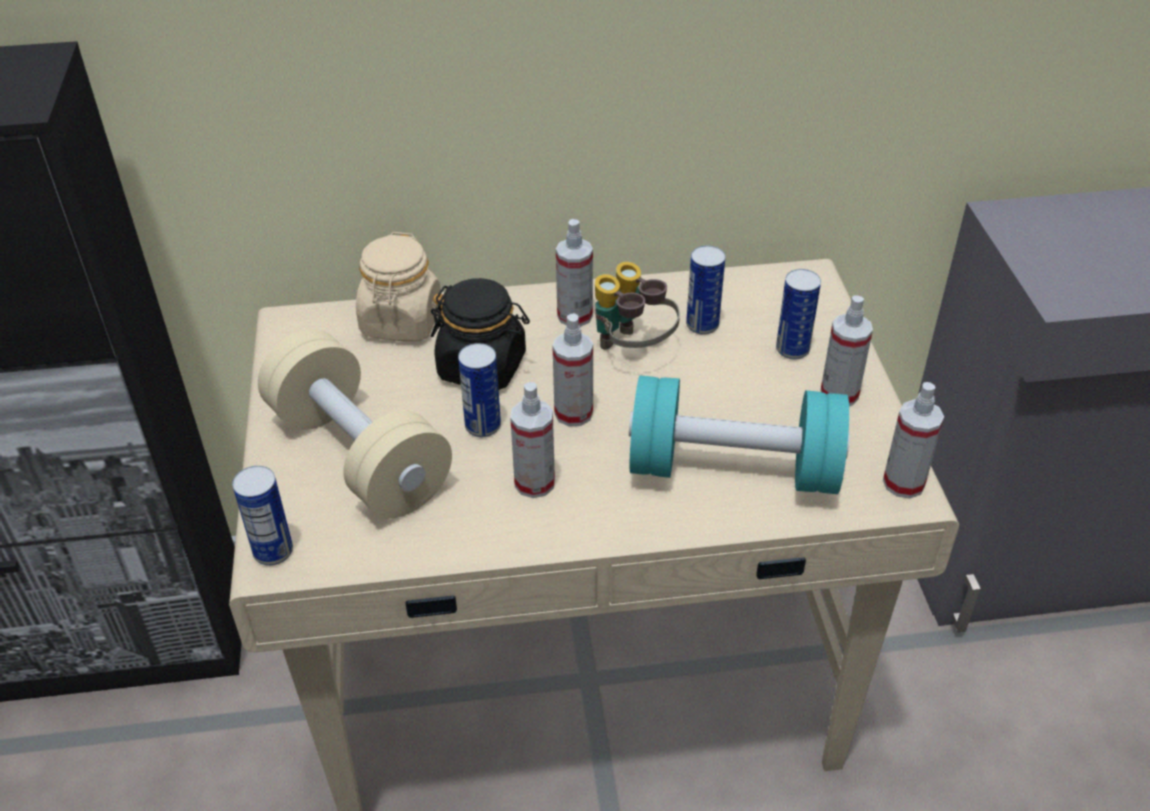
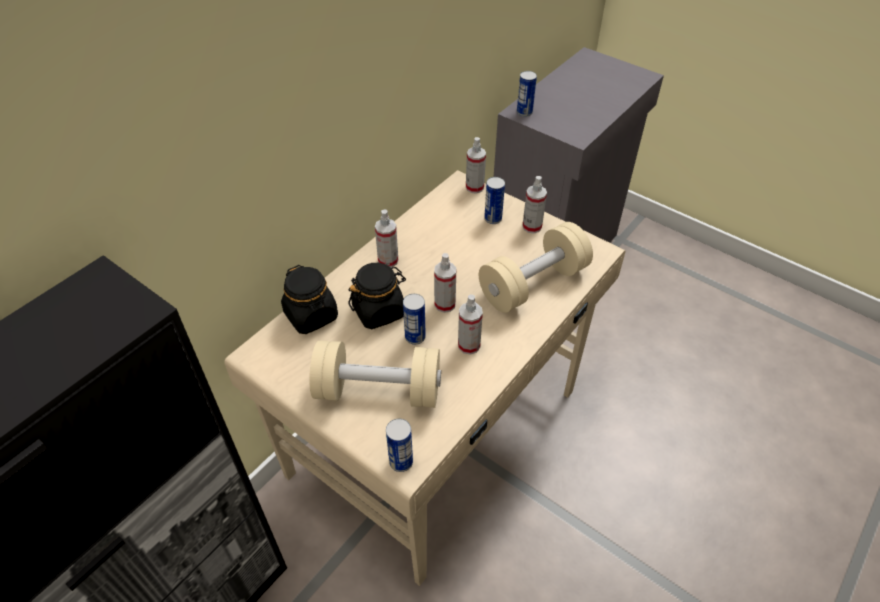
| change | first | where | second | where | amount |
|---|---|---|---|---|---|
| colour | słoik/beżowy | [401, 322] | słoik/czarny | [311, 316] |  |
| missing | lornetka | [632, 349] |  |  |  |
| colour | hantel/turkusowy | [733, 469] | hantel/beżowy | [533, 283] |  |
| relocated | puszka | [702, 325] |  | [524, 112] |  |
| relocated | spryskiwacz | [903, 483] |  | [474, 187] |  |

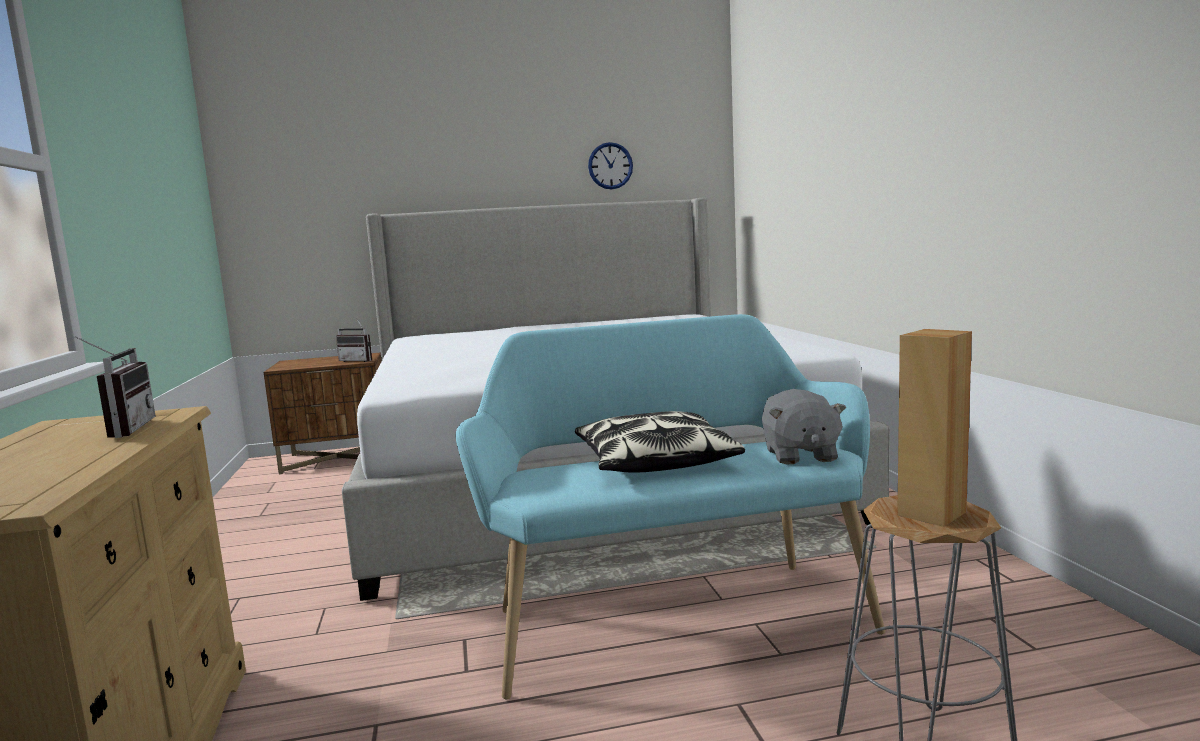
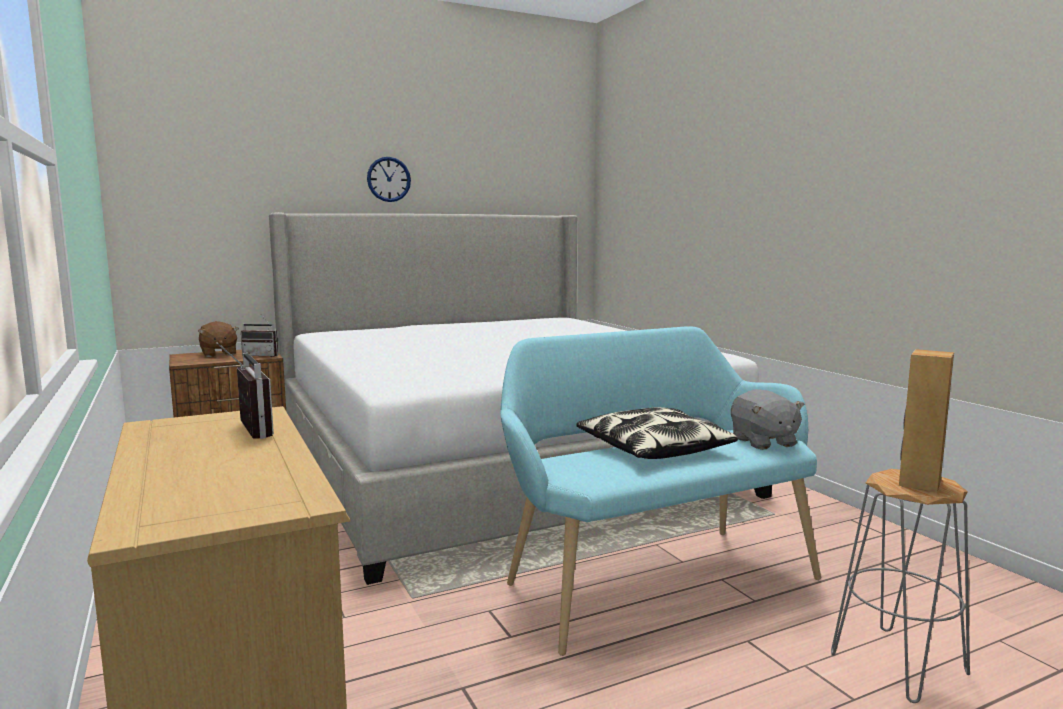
| change | first | where | second | where | amount |
|---|---|---|---|---|---|
| relocated | zegar ścienny | [610, 166] |  | [388, 179] |  |
| appeared |  |  | pluszak/brązowy | [218, 354] |  |

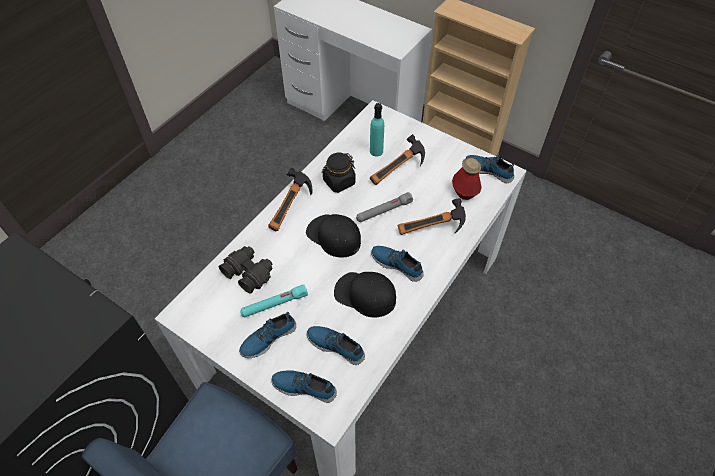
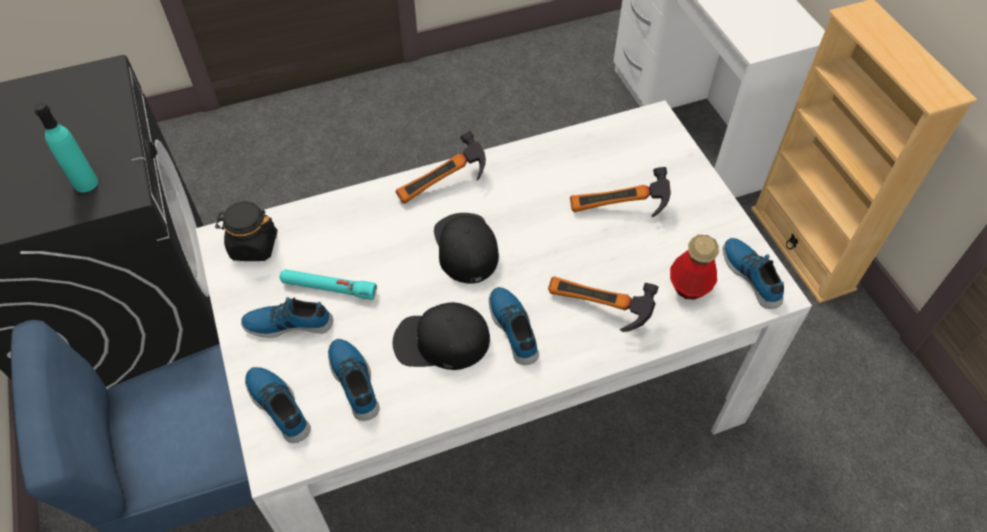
| change | first | where | second | where | amount |
|---|---|---|---|---|---|
| missing | lornetka/czarny | [248, 272] |  |  |  |
| relocated | słoik/czarny | [339, 182] |  | [253, 246] |  |
| spun | czapka z daszkiem/czarny | [365, 295] |  | [441, 341] | 60 degrees counterclockwise |
| missing | latarka/szary | [384, 211] |  |  |  |
| relocated | butelka/turkusowy | [376, 151] |  | [86, 183] |  |

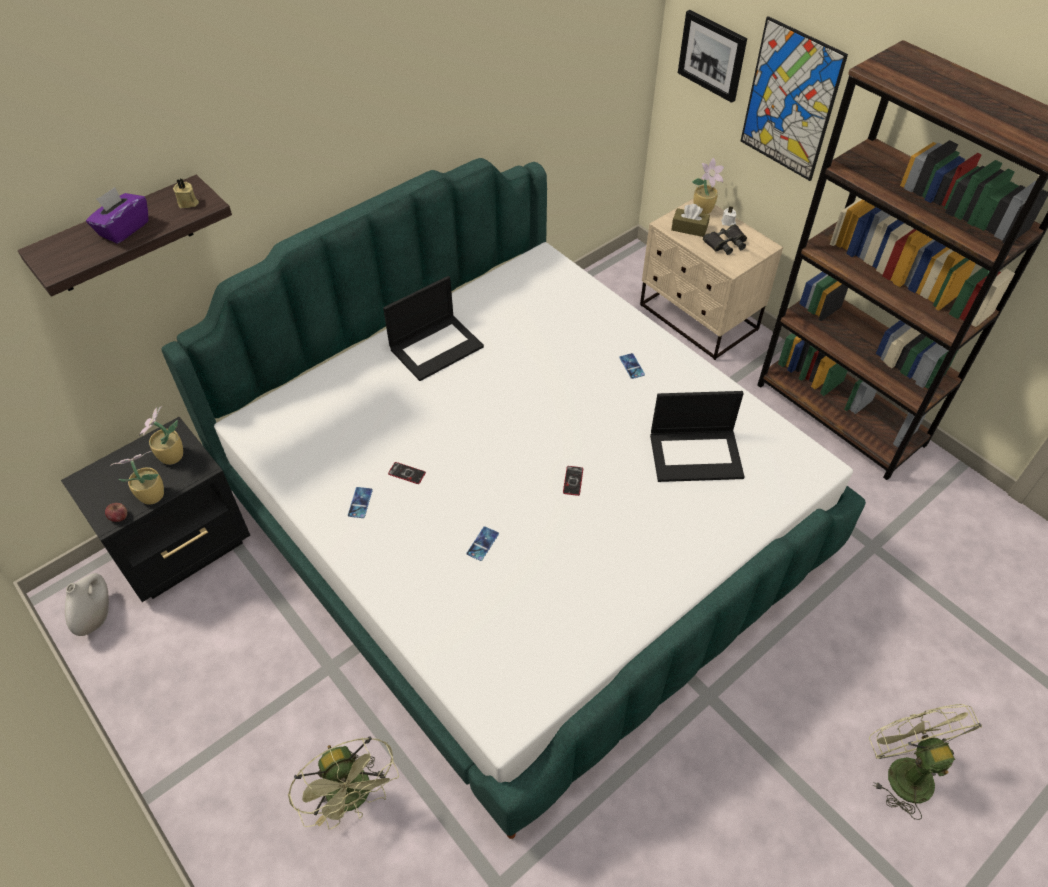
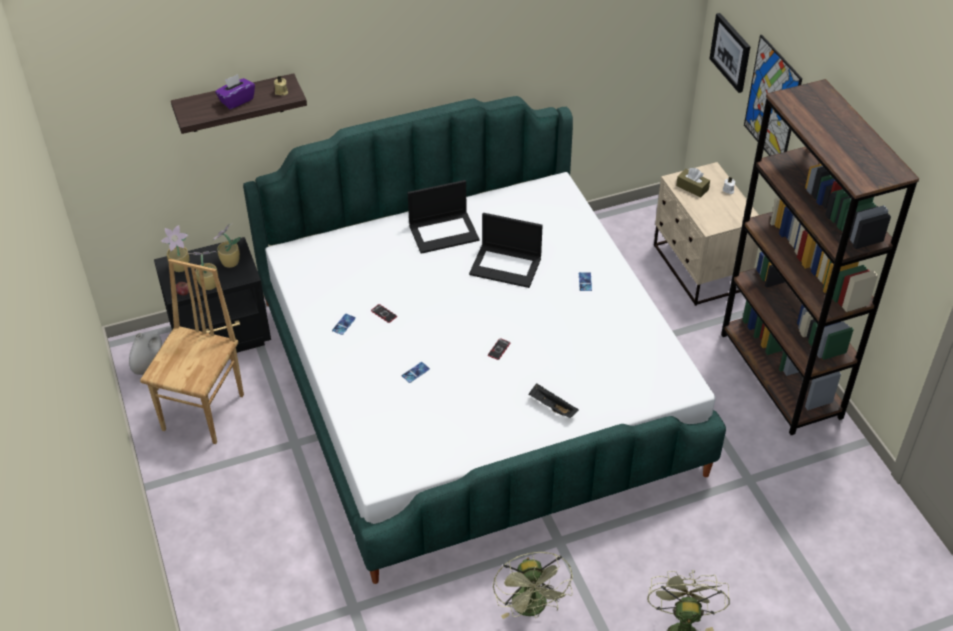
| change | first | where | second | where | amount |
|---|---|---|---|---|---|
| relocated | wentylator/zielony | [354, 797] |  | [532, 608] |  |
| relocated | laptop | [696, 455] |  | [506, 266] |  |
| relocated | roślina doniczkowa | [704, 209] |  | [181, 267] |  |
| missing | lornetka/czarny | [726, 243] |  |  |  |
| appeared |  |  | krzesło/brązowy | [205, 412] |  |
| appeared |  |  | taca/czarny | [551, 407] |  |

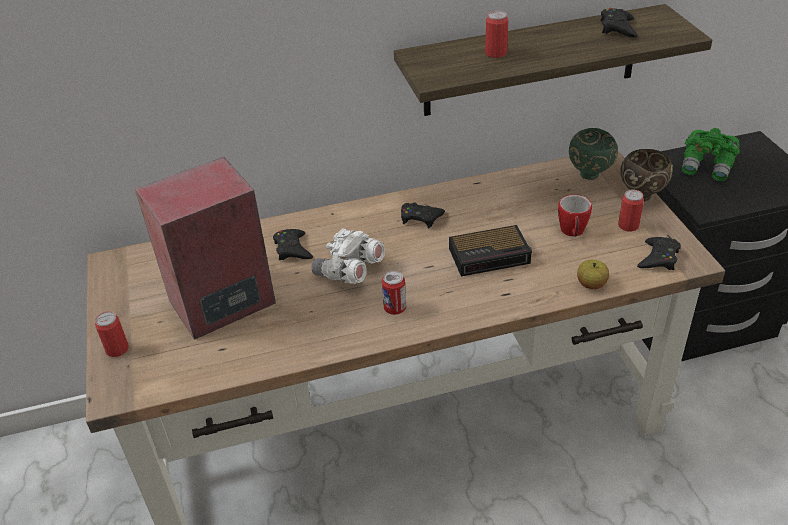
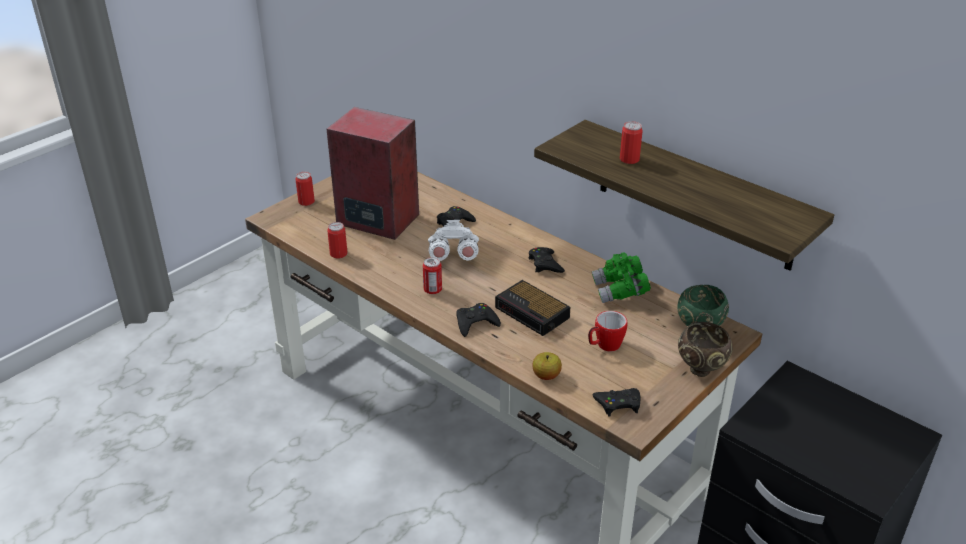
| change | first | where | second | where | amount |
|---|---|---|---|---|---|
| relocated | pad do gier/czarny | [617, 28] |  | [475, 323] |  |
| relocated | puszka | [628, 226] |  | [338, 254] |  |
| relocated | lornetka/zielony | [707, 166] |  | [620, 291] |  |

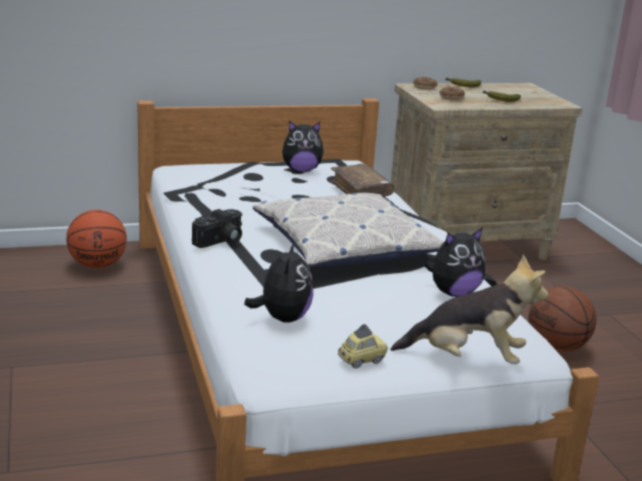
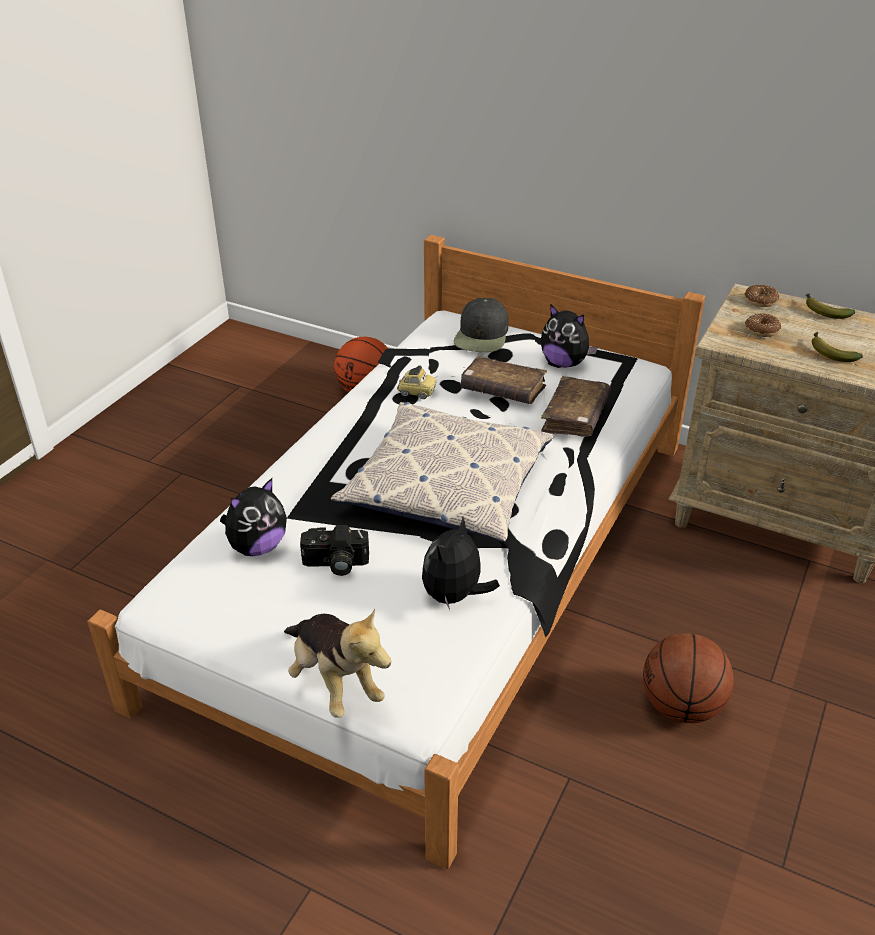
| change | first | where | second | where | amount |
|---|---|---|---|---|---|
| relocated | aparat fotograficzny | [220, 241] |  | [335, 564] |  |
| relocated | samochodzik | [361, 360] |  | [416, 393] |  |
| spun | pluszak | [453, 293] |  | [455, 596] | 105 degrees clockwise |
| appeared |  |  | czapka z daszkiem/czarny | [482, 335] |  |
| appeared |  |  | książka/brązowy | [502, 390] |  |

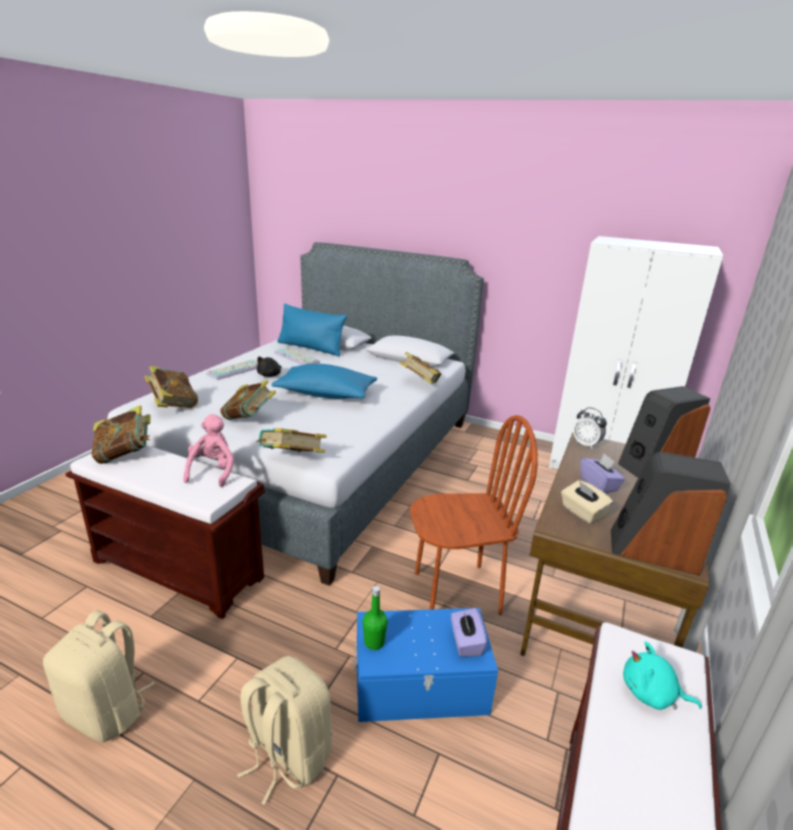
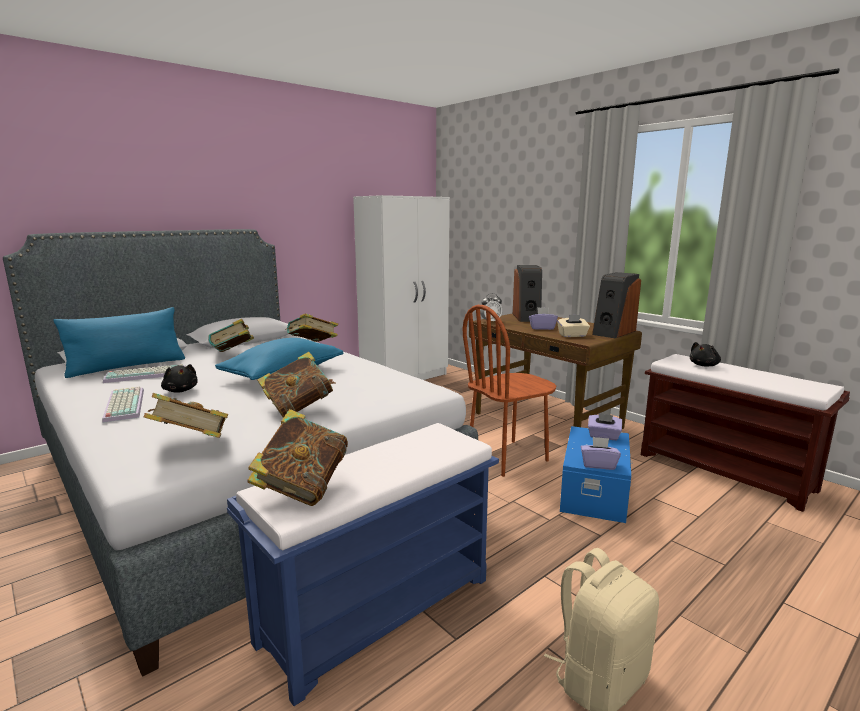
| change | first | where | second | where | amount |
|---|---|---|---|---|---|
| colour | ławka/brązowy | [180, 569] | ławka/niebieski | [379, 608] |  |
| missing | pluszak/różowy | [213, 471] |  |  |  |
| missing | plecak/beżowy | [287, 755] |  |  |  |
| relocated | książka | [292, 461] |  | [233, 354] |  |
| exchanged | butelka/zielony | [374, 642] | pudełko chusteczek/fioletowy | [598, 464] |  |
| spun | krzesło/brązowy | [456, 592] |  | [507, 457] | 135 degrees counterclockwise |
| colour | pluszak/turkusowy | [651, 694] | pluszak/czarny | [704, 365] |  |

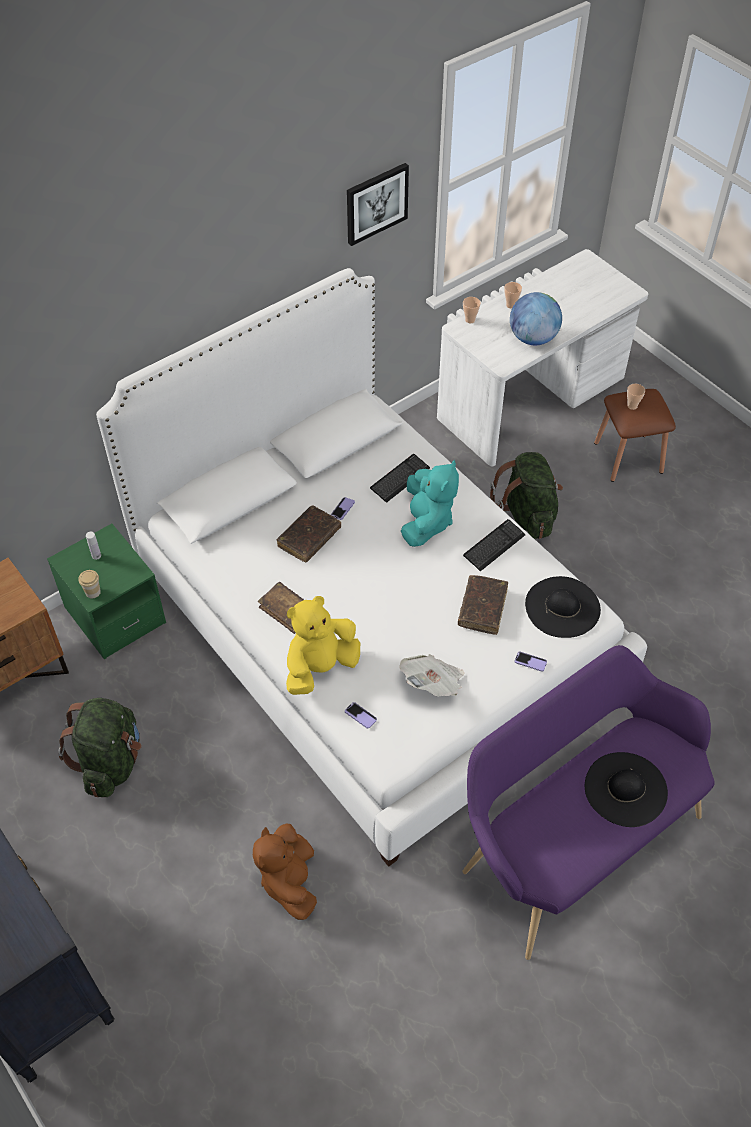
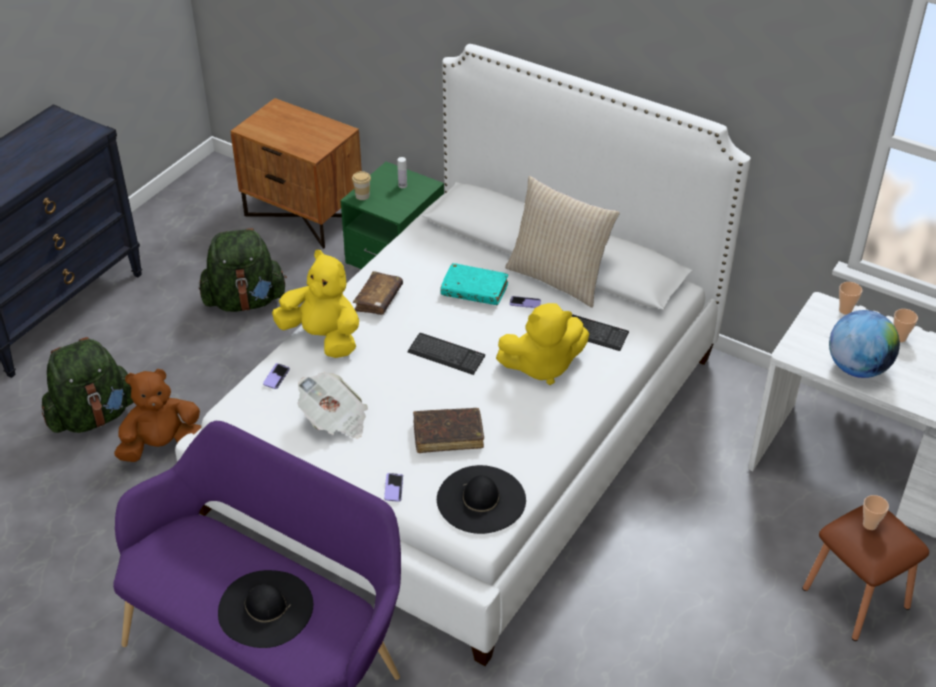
| change | first | where | second | where | amount |
|---|---|---|---|---|---|
| colour | książka/brązowy | [309, 538] | książka/turkusowy | [474, 290] |  |
| missing | obraz | [376, 203] |  |  |  |
| colour | pluszak/turkusowy | [426, 522] | pluszak/żółty | [542, 366] |  |
| relocated | klawiatura | [494, 546] |  | [446, 355] |  |
| relocated | plecak/zielony | [526, 515] |  | [93, 416] |  |
| appeared |  |  | poduszka/beżowy | [558, 278] |  |

